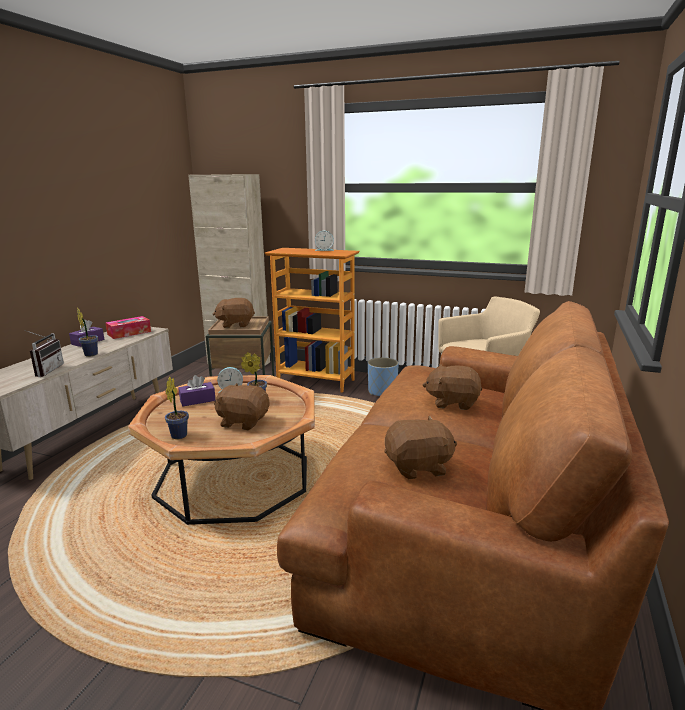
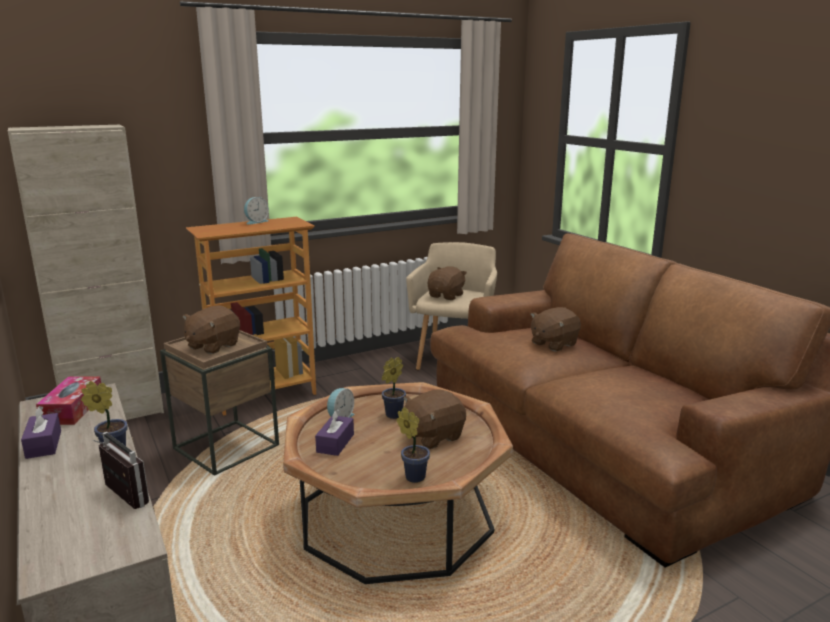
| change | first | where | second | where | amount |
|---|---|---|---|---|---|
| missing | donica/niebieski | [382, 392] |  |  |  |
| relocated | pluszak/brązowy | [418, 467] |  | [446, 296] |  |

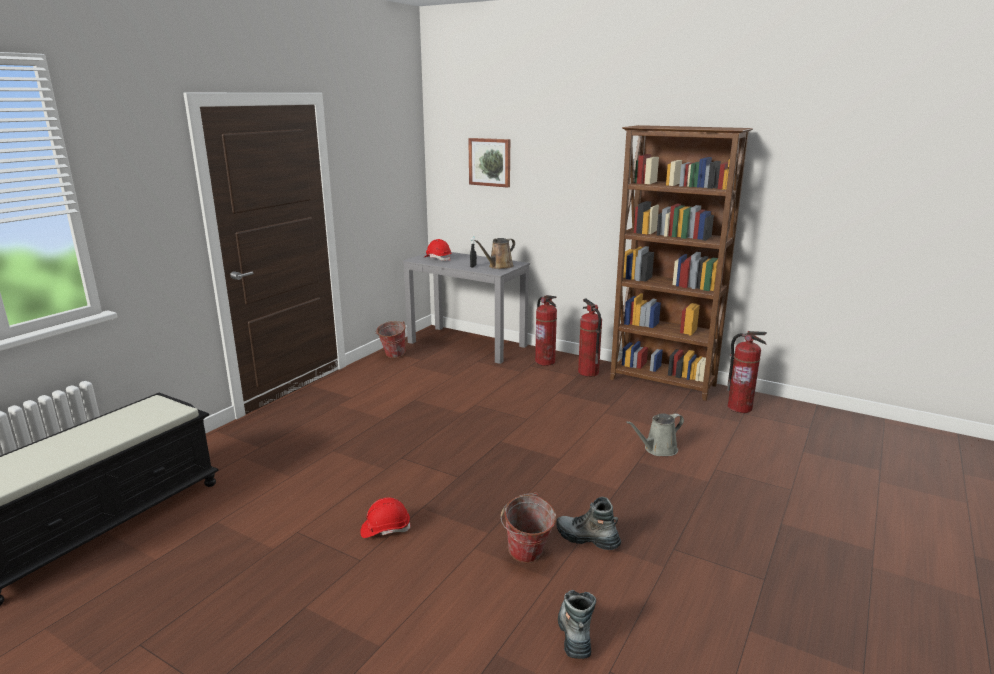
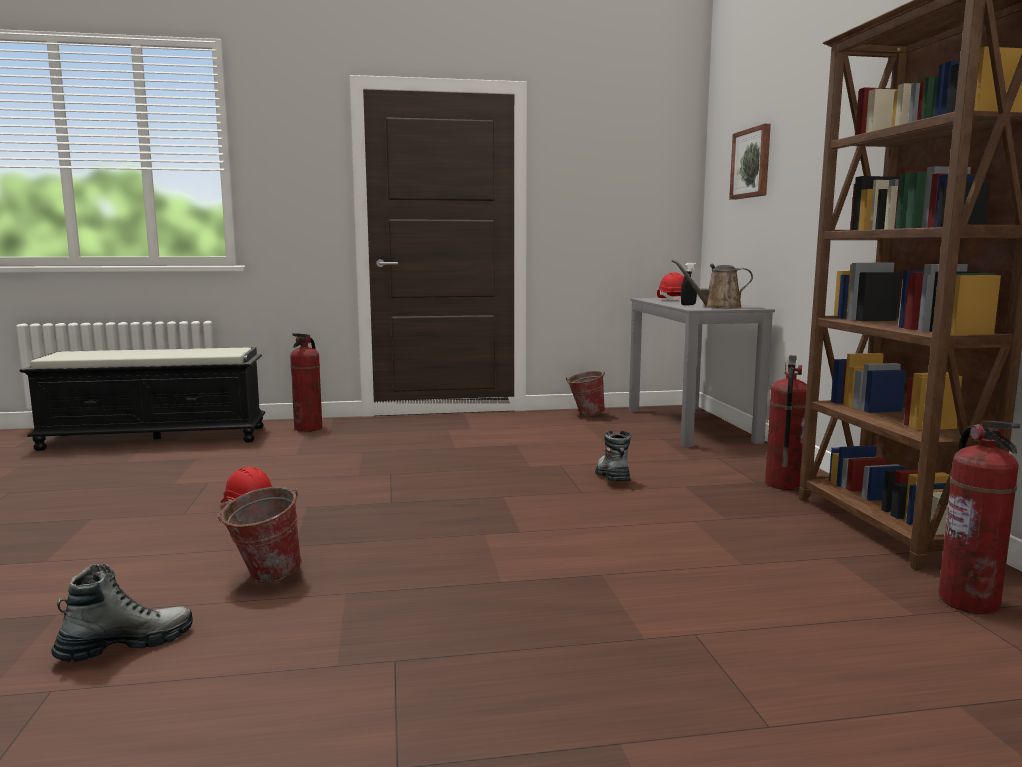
| change | first | where | second | where | amount |
|---|---|---|---|---|---|
| relocated | gaśnica | [545, 362] |  | [308, 428] |  |
| relocated | but z cholewką | [587, 539] |  | [612, 477] |  |
| missing | konewka/szary | [658, 449] |  |  |  |

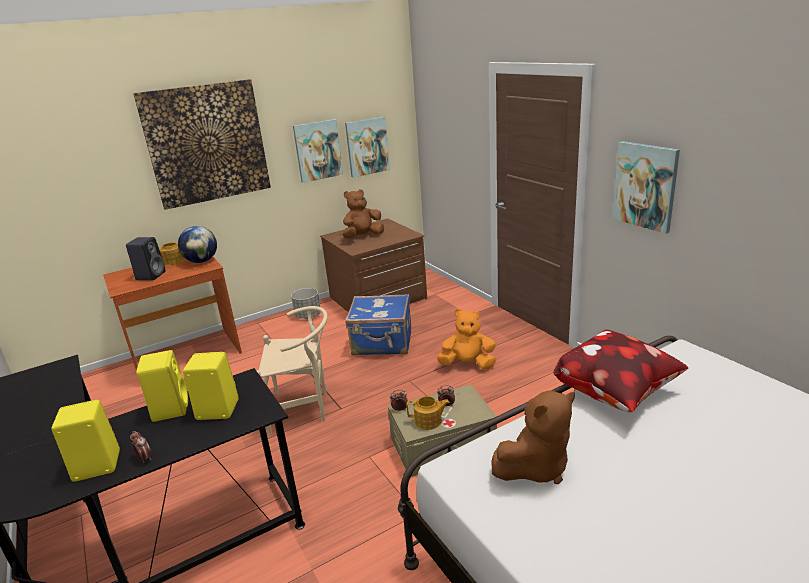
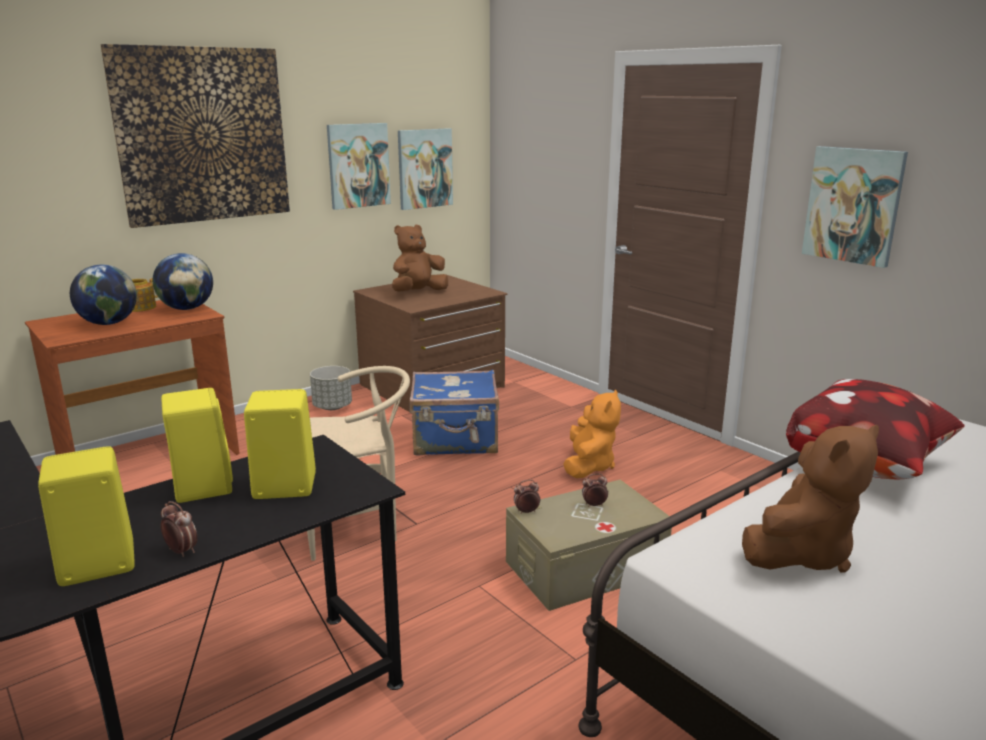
| change | first | where | second | where | amount |
|---|---|---|---|---|---|
| exchanged | głośnik/czarny | [151, 275] | globus | [108, 323] |  |
| missing | imbryk | [429, 421] |  |  |  |
| spun | pluszak/pomarańczowy | [468, 364] |  | [589, 466] | 105 degrees clockwise |

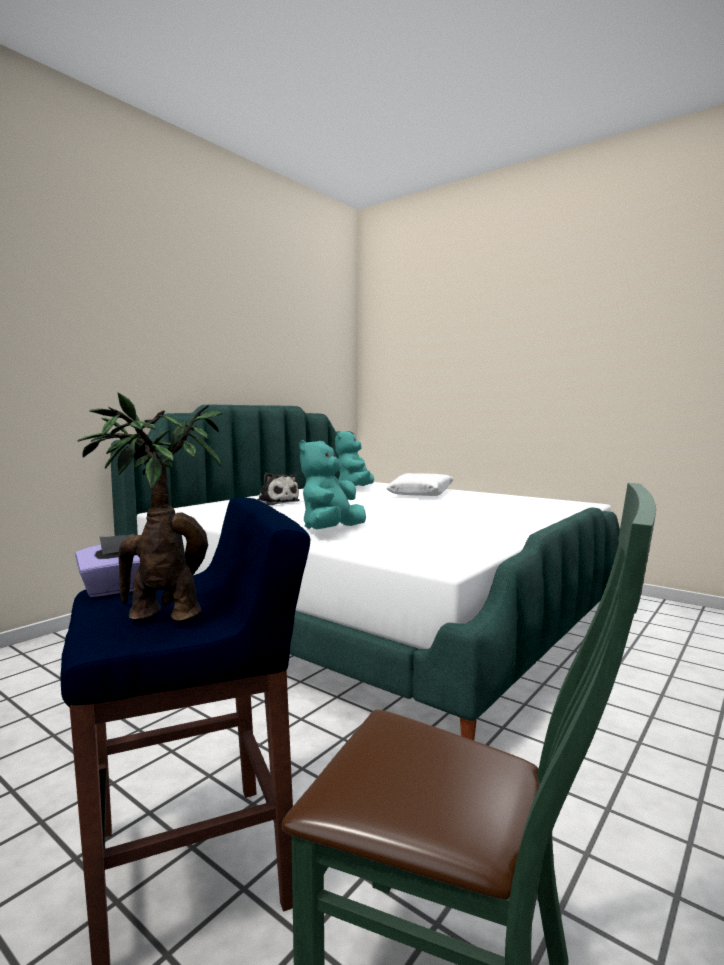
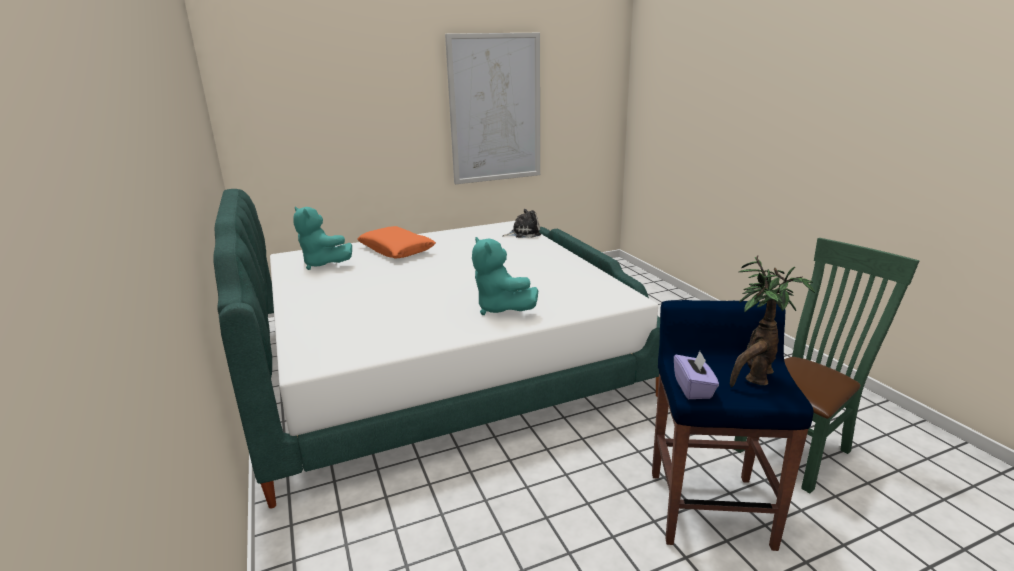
| change | first | where | second | where | amount |
|---|---|---|---|---|---|
| relocated | pluszak | [276, 502] |  | [523, 233] |  |
| colour | poduszka/biały | [421, 494] | poduszka/pomarańczowy | [396, 250] |  |
| appeared |  |  | obraz | [495, 109] |  |

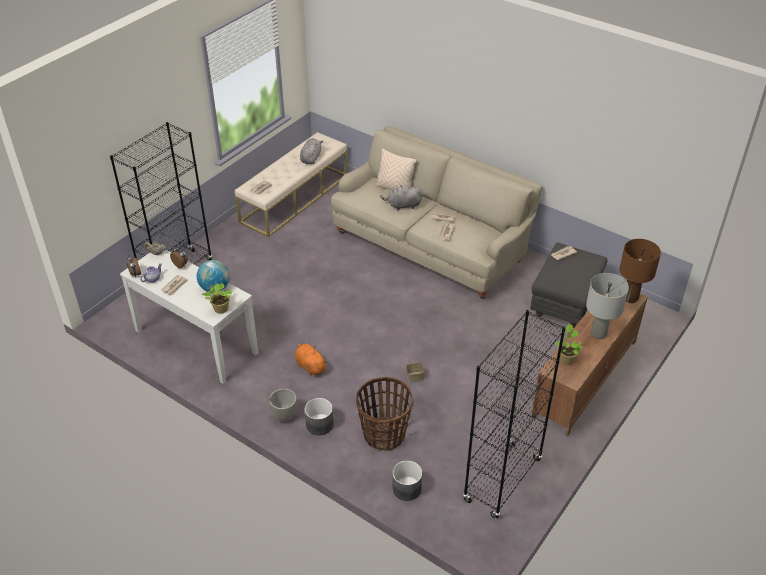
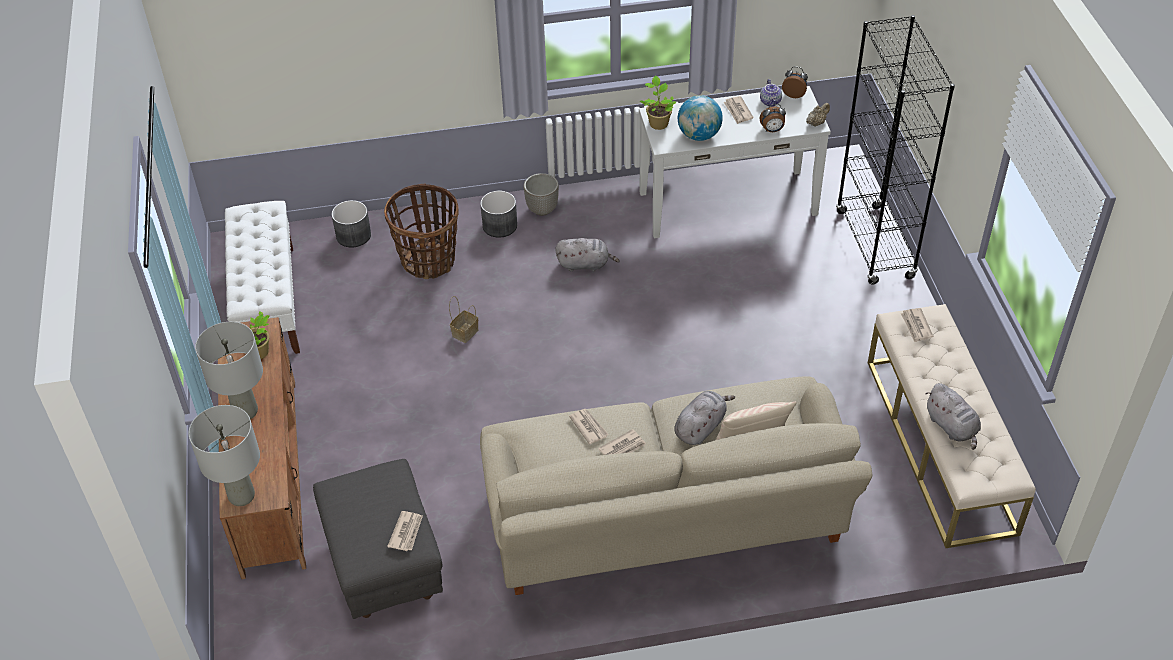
| change | first | where | second | where | amount |
|---|---|---|---|---|---|
| colour | pluszak/pomarańczowy | [310, 366] | pluszak/szary | [585, 264] |  |
| exchanged | regał/czarny | [502, 480] | ławka/biały | [268, 302] |  |
| colour | lampa stołowa/brązowy | [630, 298] | lampa stołowa/szary | [241, 496] |  |

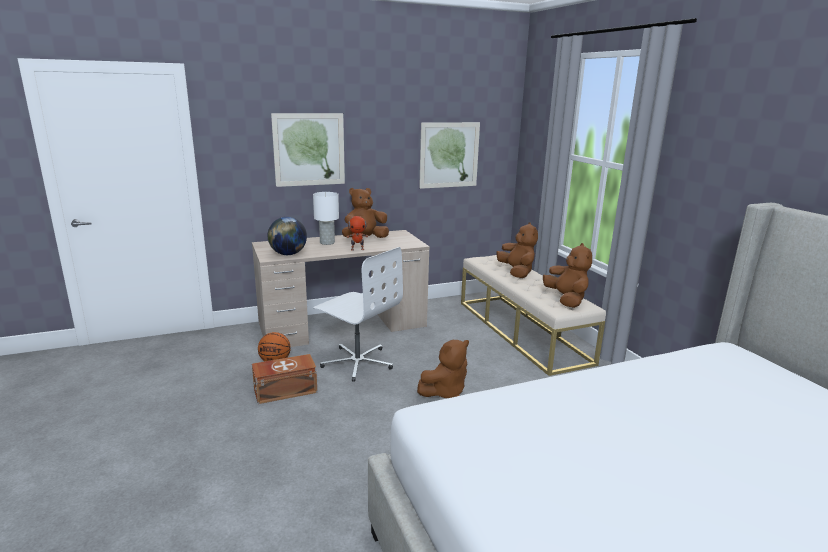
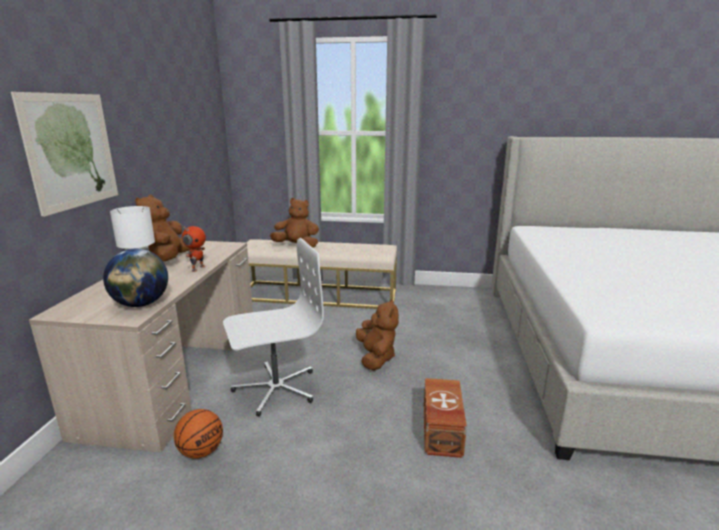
| change | first | where | second | where | amount |
|---|---|---|---|---|---|
| relocated | pojemnik do przechowywania/brązowy | [284, 390] |  | [440, 430] |  |
| missing | obraz | [449, 155] |  |  |  |
| missing | pluszak/brązowy | [566, 300] |  |  |  |

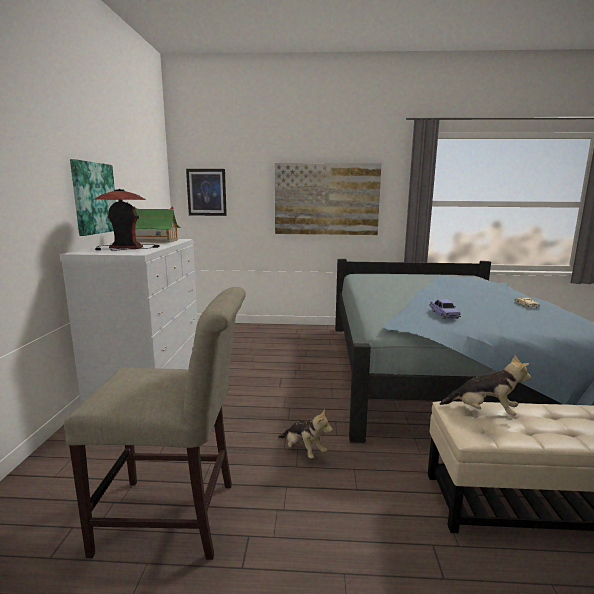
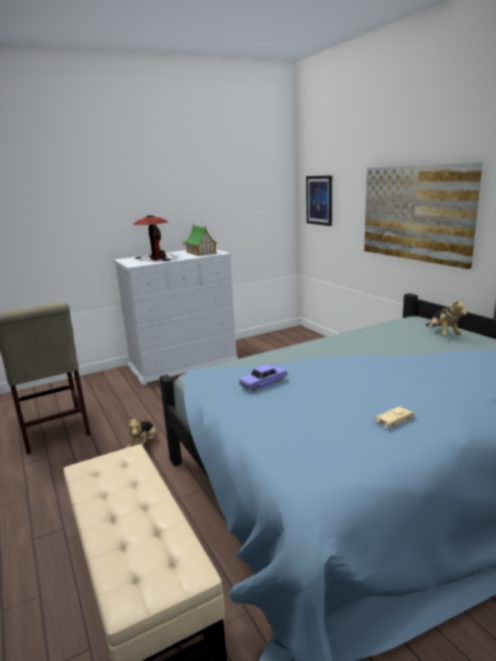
| change | first | where | second | where | amount |
|---|---|---|---|---|---|
| missing | obraz | [94, 198] |  |  |  |
| relocated | pluszak | [483, 411] |  | [442, 334] |  |

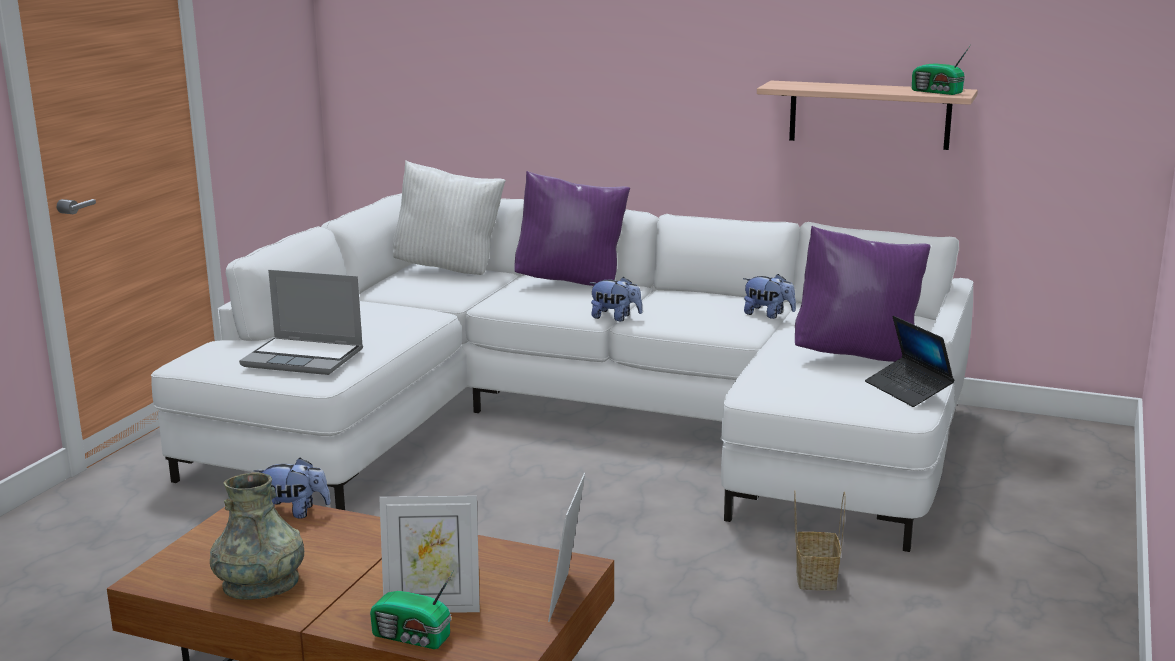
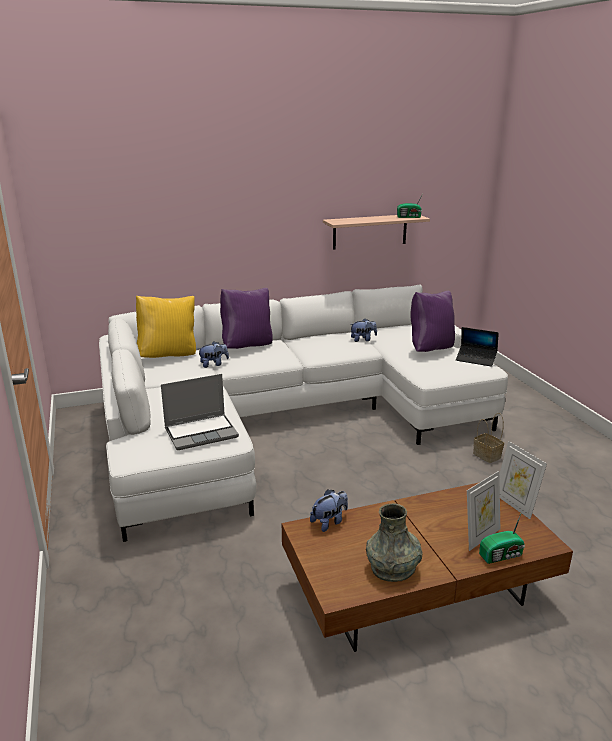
| change | first | where | second | where | amount |
|---|---|---|---|---|---|
| colour | poduszka/biały | [449, 269] | poduszka/żółty | [169, 355] |  |
| relocated | pluszak | [615, 318] |  | [213, 364] |  |

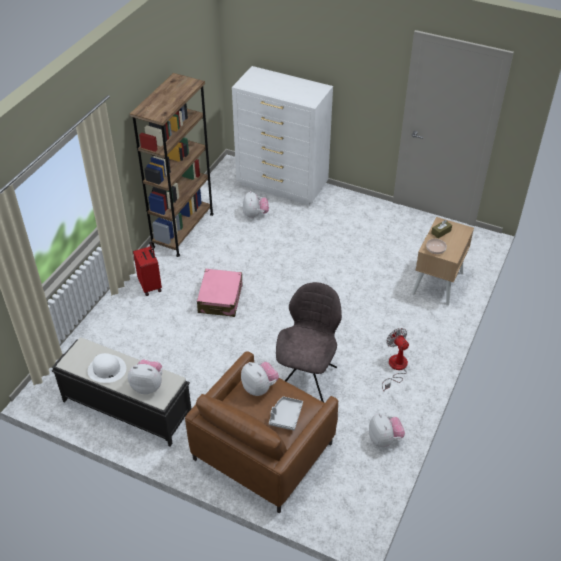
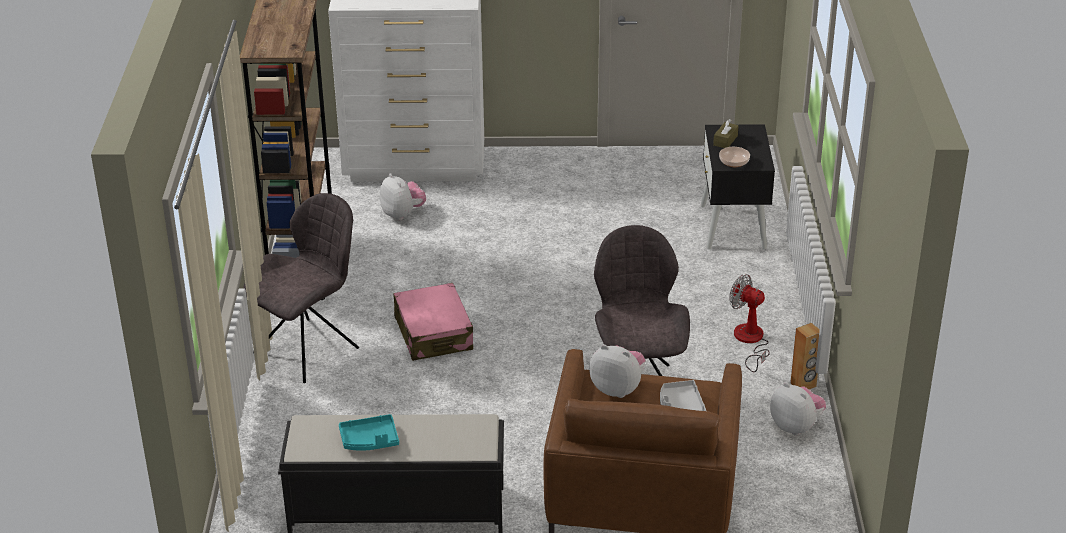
| change | first | where | second | where | amount |
|---|---|---|---|---|---|
| exchanged | kapelusz/biały | [106, 369] | taca/turkusowy | [369, 440] |  |
| missing | pluszak | [148, 385] |  |  |  |
| exchanged | walizka/czerwony | [151, 286] | krzesło/szary | [309, 349] |  |
| colour | szafka nocna/beżowy | [438, 283] | szafka nocna/czarny | [733, 226] |  |
| appeared |  |  | głośnik/brązowy | [803, 385] |  |

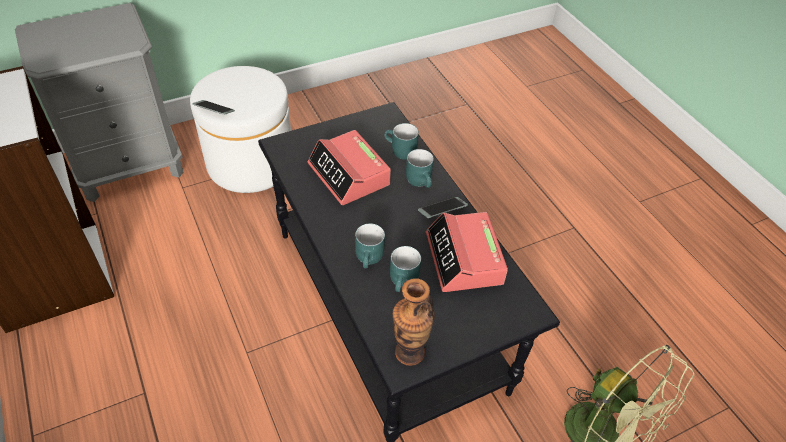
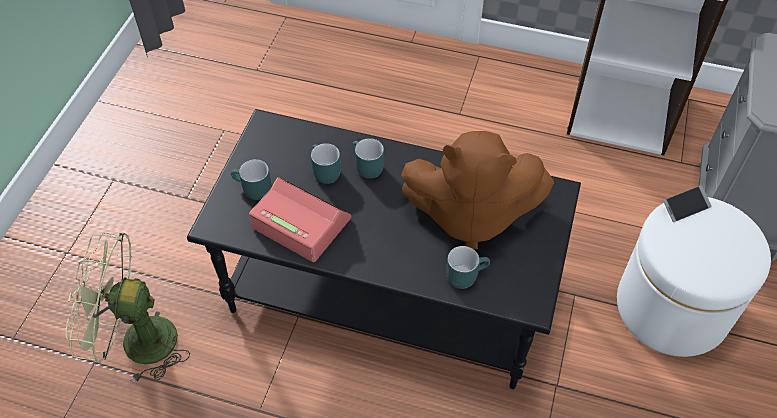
| change | first | where | second | where | amount |
|---|---|---|---|---|---|
| exchanged | budzik | [349, 175] | pluszak/brązowy | [470, 215] |  |
| missing | wazon | [409, 352] |  |  |  |
| relocated | kubek/turkusowy | [421, 181] |  | [252, 190] |  |
| missing | telefon | [442, 211] |  |  |  |

